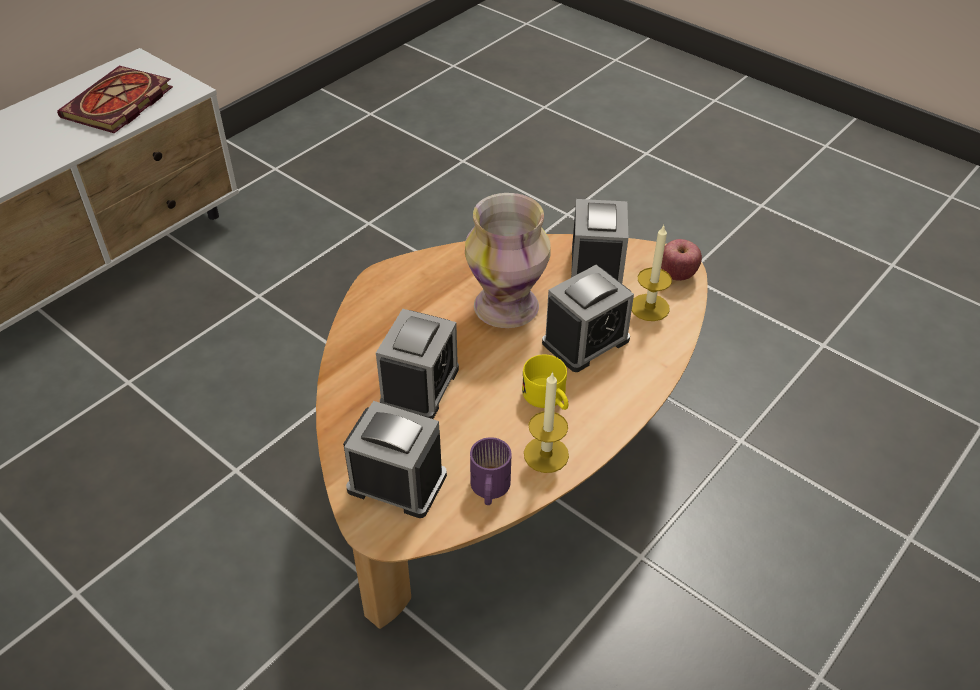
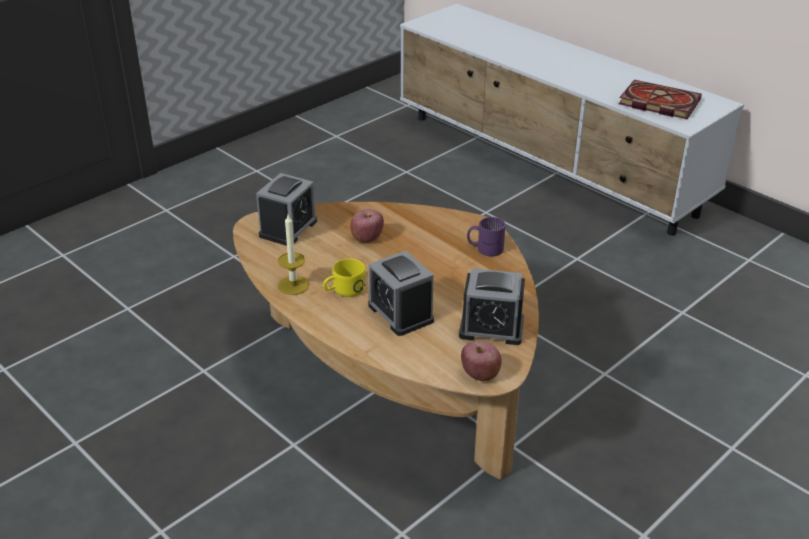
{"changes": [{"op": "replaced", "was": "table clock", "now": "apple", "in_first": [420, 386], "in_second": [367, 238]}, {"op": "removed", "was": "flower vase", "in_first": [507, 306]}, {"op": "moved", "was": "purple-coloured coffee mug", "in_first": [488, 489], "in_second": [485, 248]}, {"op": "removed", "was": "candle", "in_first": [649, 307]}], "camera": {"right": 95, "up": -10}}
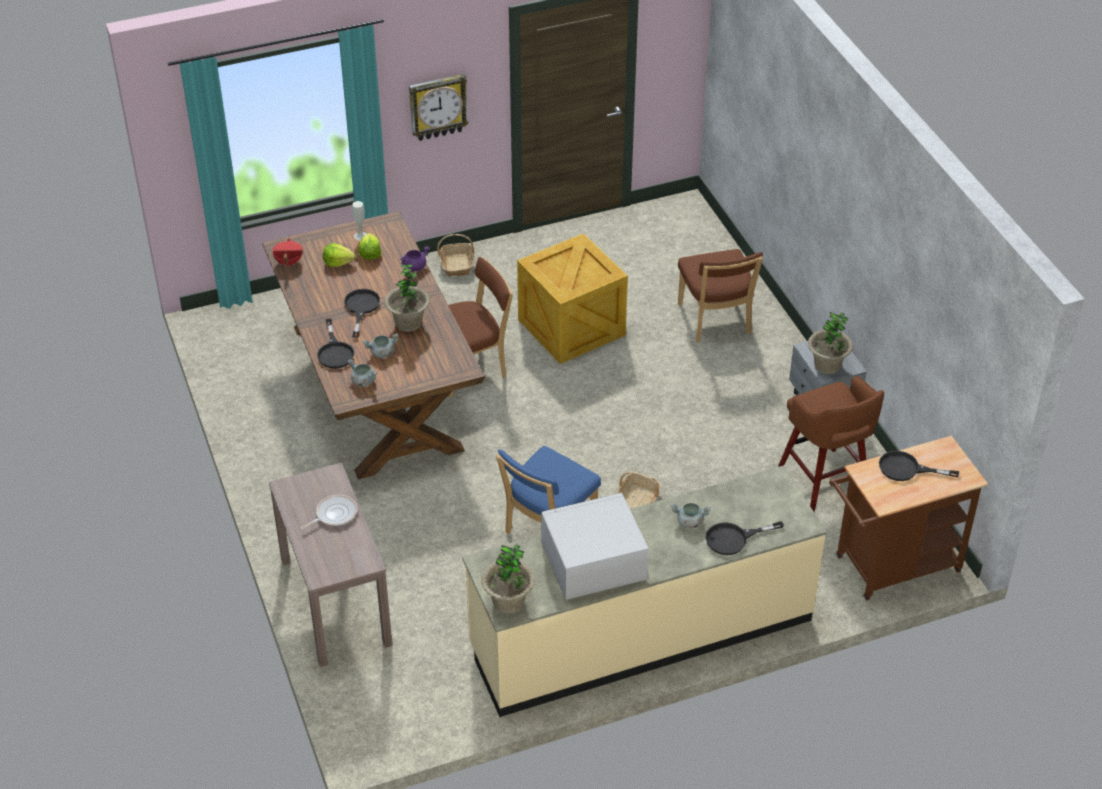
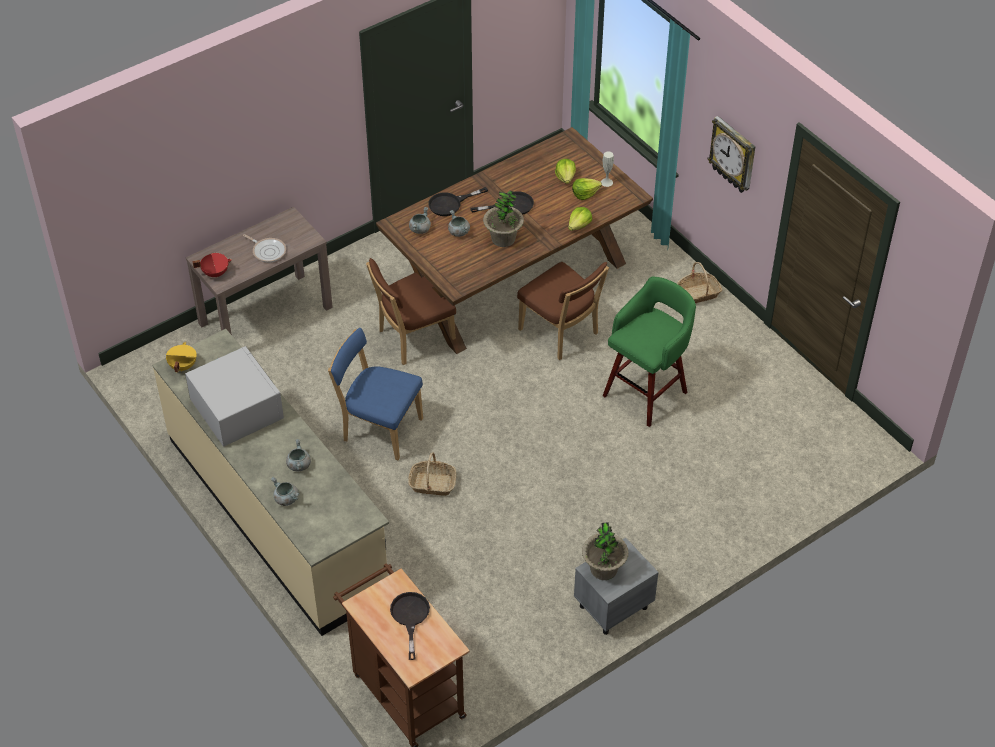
{"changes": [{"op": "moved", "was": "red-coloured cooking pot", "in_first": [288, 262], "in_second": [215, 273]}, {"op": "replaced", "was": "purple-coloured cooking pot", "now": "lettuce head", "in_first": [414, 266], "in_second": [579, 225]}, {"op": "replaced", "was": "houseplant", "now": "yellow-coloured cooking pot", "in_first": [508, 602], "in_second": [182, 366]}, {"op": "replaced", "was": "packing crate", "now": "greenish stool", "in_first": [572, 326], "in_second": [647, 392]}, {"op": "moved", "was": "brown plain chair", "in_first": [715, 321], "in_second": [413, 339]}, {"op": "replaced", "was": "blackish frying pan", "now": "gray cooking pot", "in_first": [734, 539], "in_second": [286, 499]}, {"op": "removed", "was": "brown stool", "in_first": [824, 482]}], "camera": {"right": 75, "up": 5}}
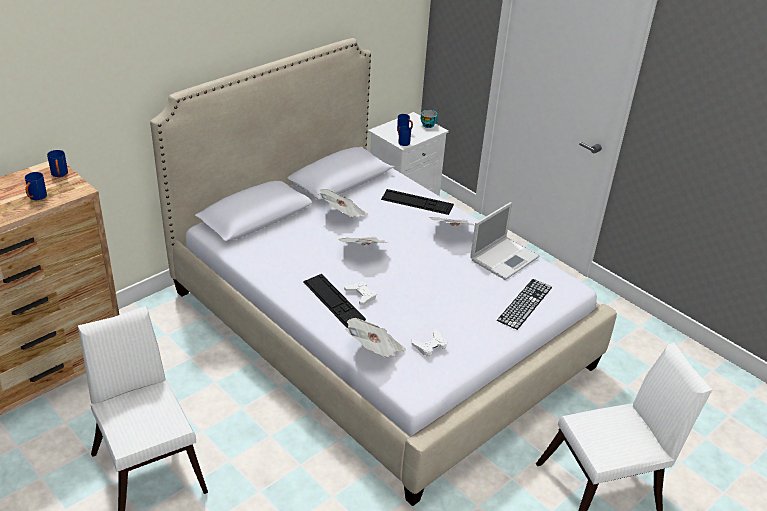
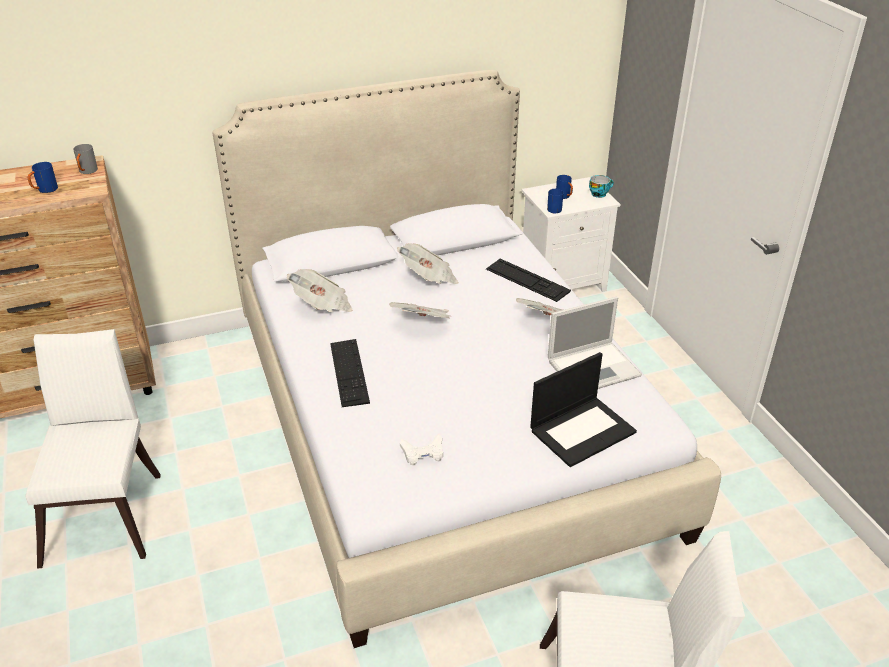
{"changes": [{"op": "recoloured", "was": "bluish coffee mug", "now": "gray coffee mug", "in_first": [59, 175], "in_second": [87, 172]}, {"op": "removed", "was": "white-coloured joypad", "in_first": [361, 295]}, {"op": "moved", "was": "printed paper", "in_first": [375, 350], "in_second": [322, 305]}, {"op": "replaced", "was": "computer keyboard", "now": "notebook computer", "in_first": [525, 303], "in_second": [582, 430]}], "camera": {"right": 25, "up": 0}}
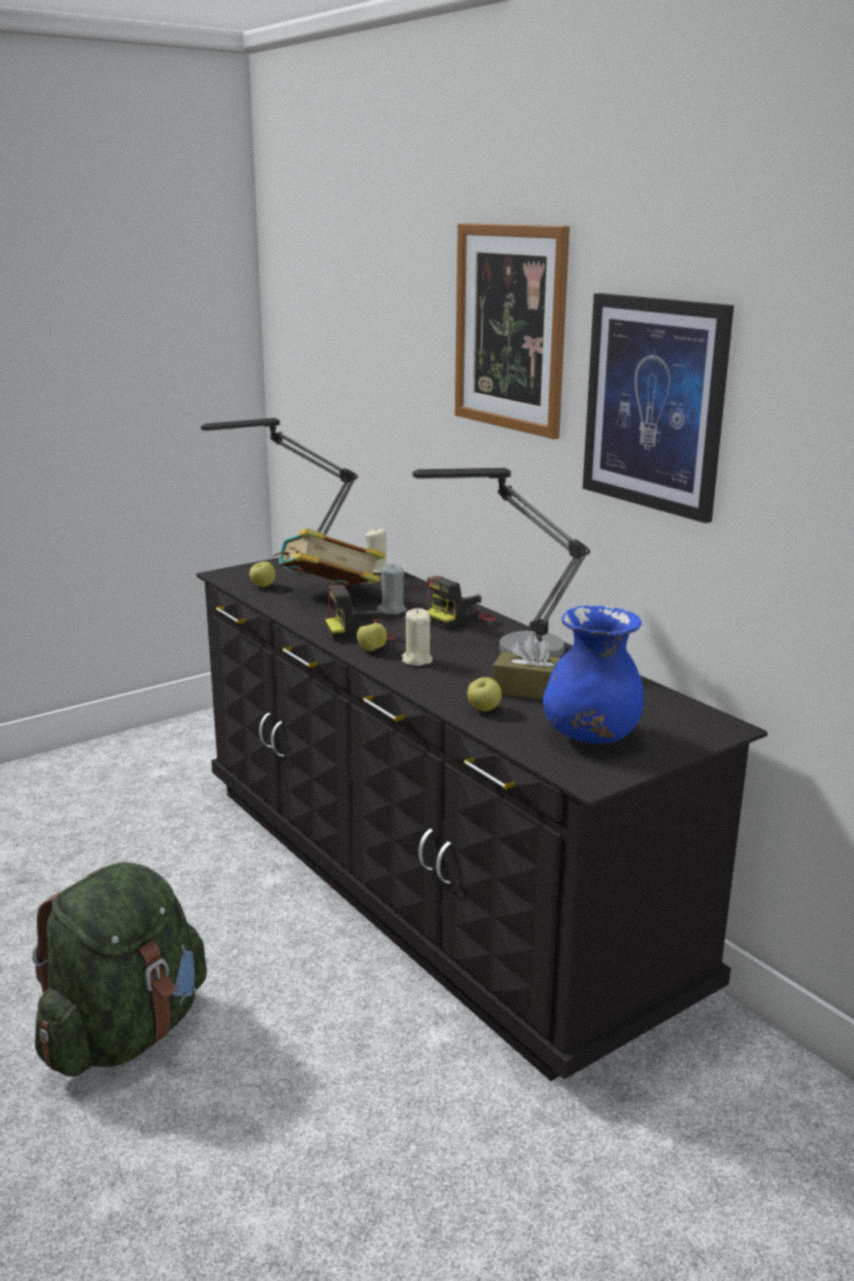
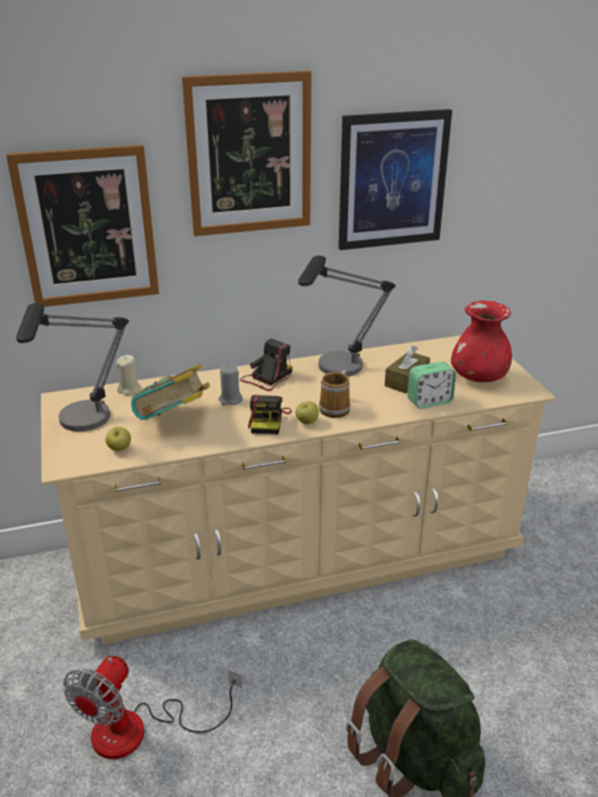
{"changes": [{"op": "recoloured", "was": "blackish drawer chest", "now": "beige drawer chest", "in_first": [429, 881], "in_second": [298, 555]}, {"op": "replaced", "was": "beige candle", "now": "coffee mug", "in_first": [416, 660], "in_second": [336, 408]}, {"op": "turned", "was": "photo camera", "in_first": [458, 618], "in_second": [267, 378], "clockwise": -120}, {"op": "replaced", "was": "apple", "now": "table clock", "in_first": [484, 709], "in_second": [429, 401]}, {"op": "recoloured", "was": "bluish flower vase", "now": "red-coloured flower vase", "in_first": [591, 737], "in_second": [478, 378]}, {"op": "added", "now": "wall picture", "in_second": [87, 227]}, {"op": "added", "now": "fan", "in_second": [139, 731]}], "camera": {"right": -70, "up": 10}}
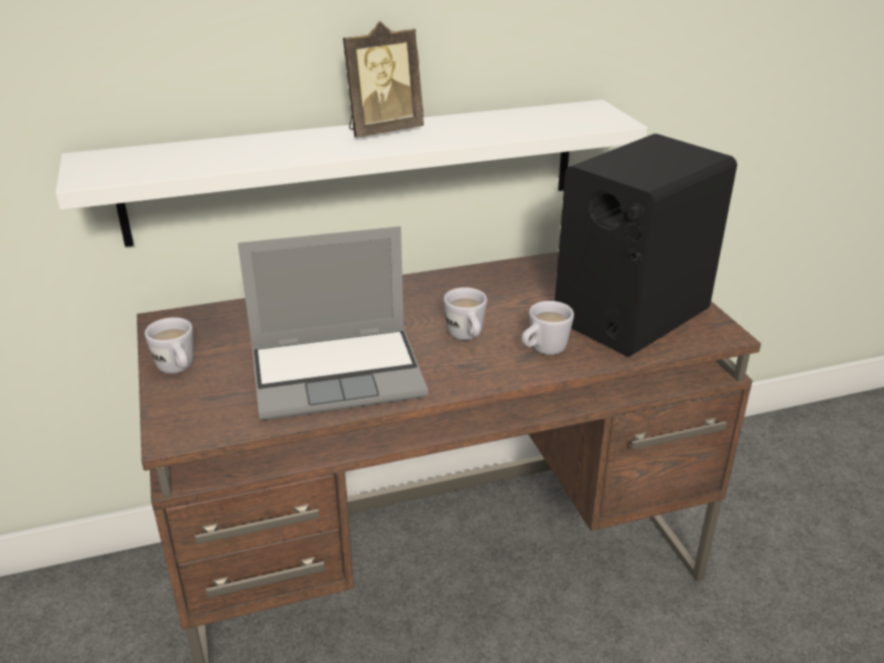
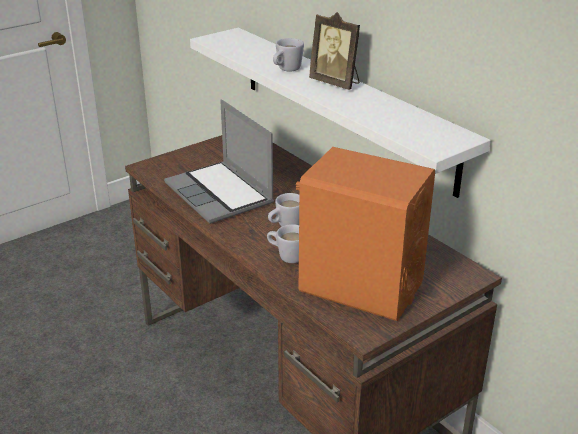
{"changes": [{"op": "moved", "was": "white-coloured coffee mug", "in_first": [178, 370], "in_second": [286, 70]}, {"op": "recoloured", "was": "blackish loudspeaker", "now": "orange loudspeaker", "in_first": [631, 316], "in_second": [360, 287]}], "camera": {"right": 70, "up": 0}}
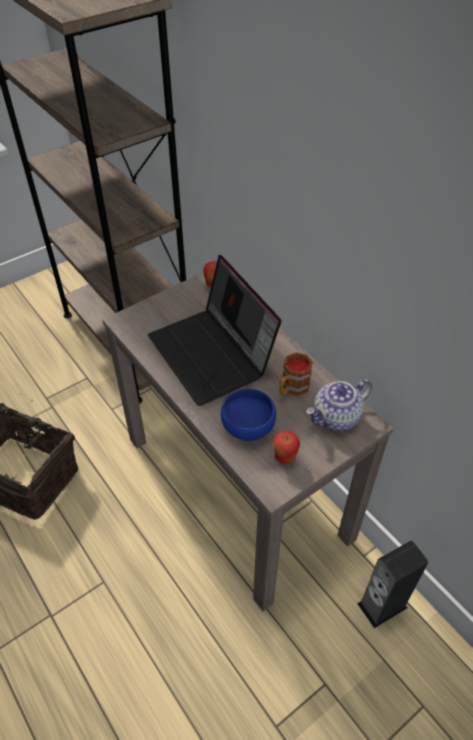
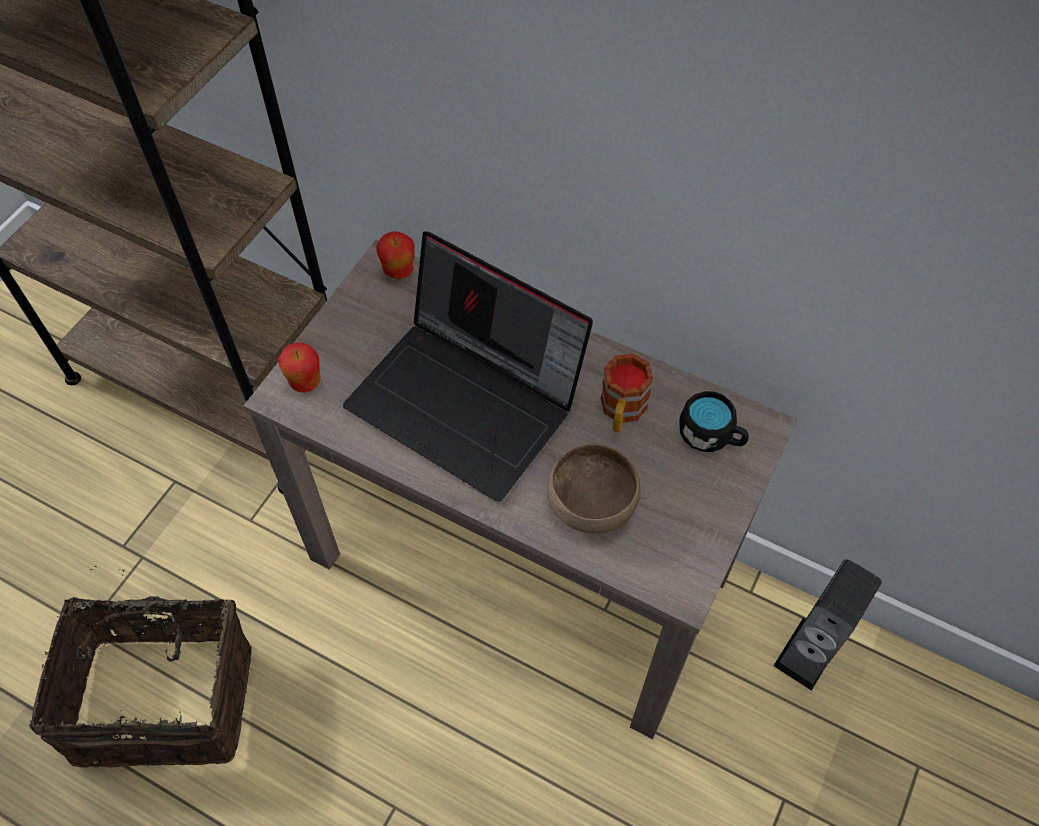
{"changes": [{"op": "recoloured", "was": "bluish serving bowl", "now": "brown serving bowl", "in_first": [247, 427], "in_second": [590, 505]}, {"op": "moved", "was": "apple", "in_first": [285, 457], "in_second": [305, 382]}, {"op": "replaced", "was": "teapot", "now": "blackish coffee mug", "in_first": [336, 418], "in_second": [711, 436]}], "camera": {"right": -25, "up": 10}}
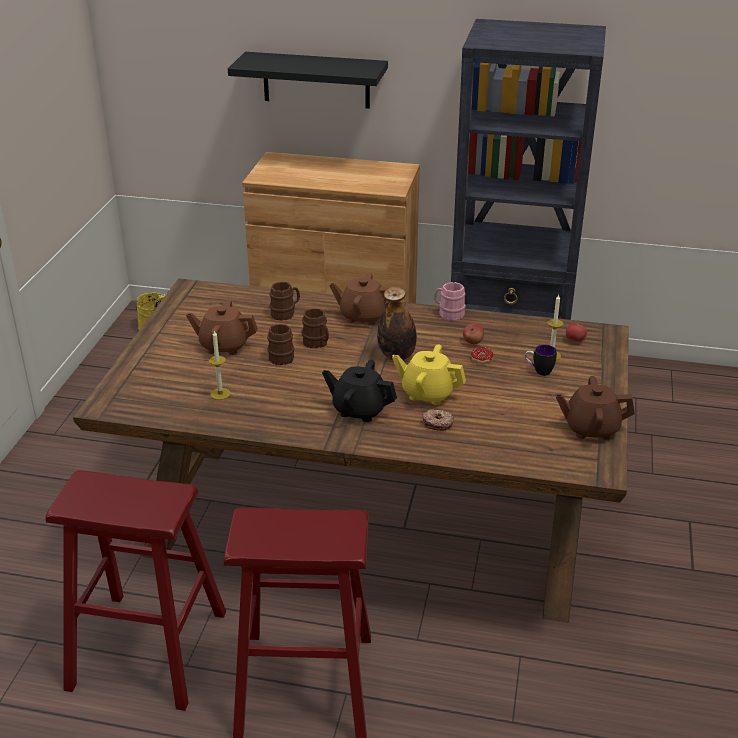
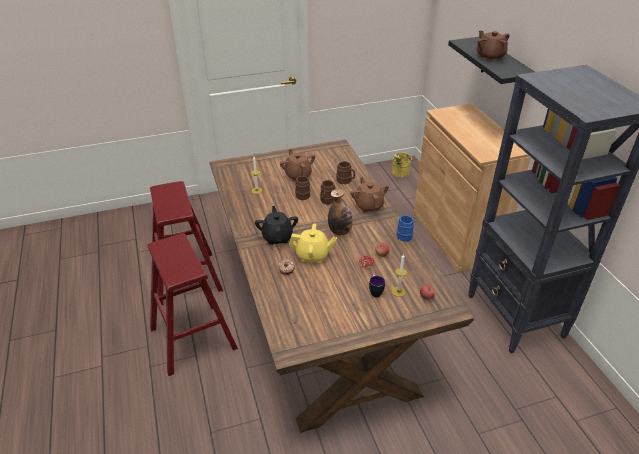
{"changes": [{"op": "turned", "was": "yellow-coloured teapot", "in_first": [427, 393], "in_second": [312, 255], "clockwise": 105}, {"op": "recoloured", "was": "pink coffee mug", "now": "bluish coffee mug", "in_first": [448, 313], "in_second": [404, 234]}, {"op": "moved", "was": "brown teapot", "in_first": [591, 428], "in_second": [490, 57]}], "camera": {"right": 60, "up": 5}}
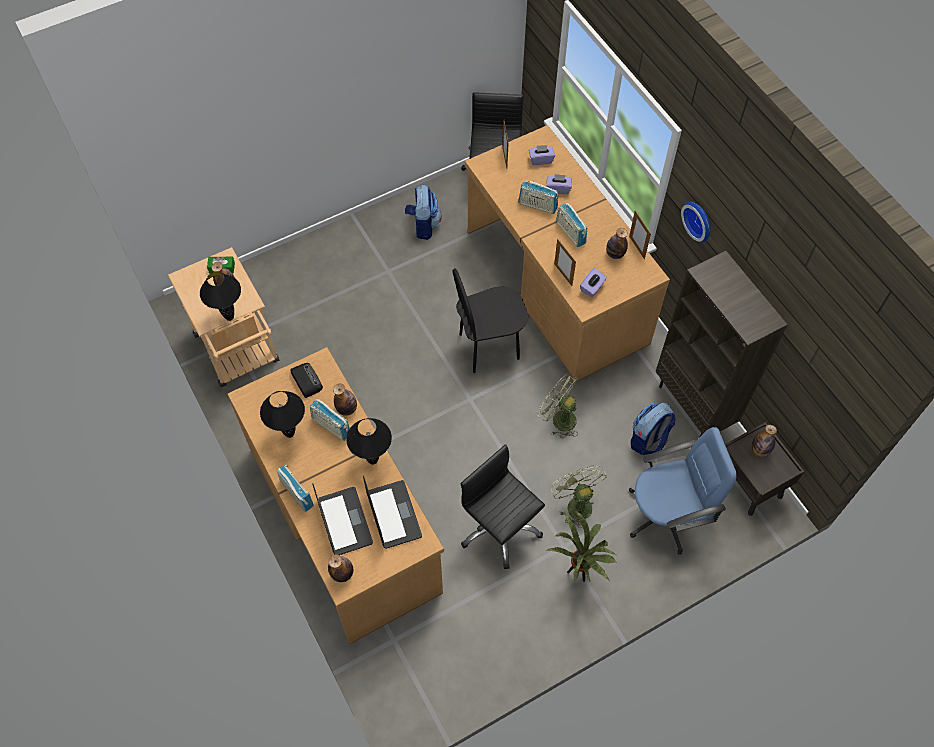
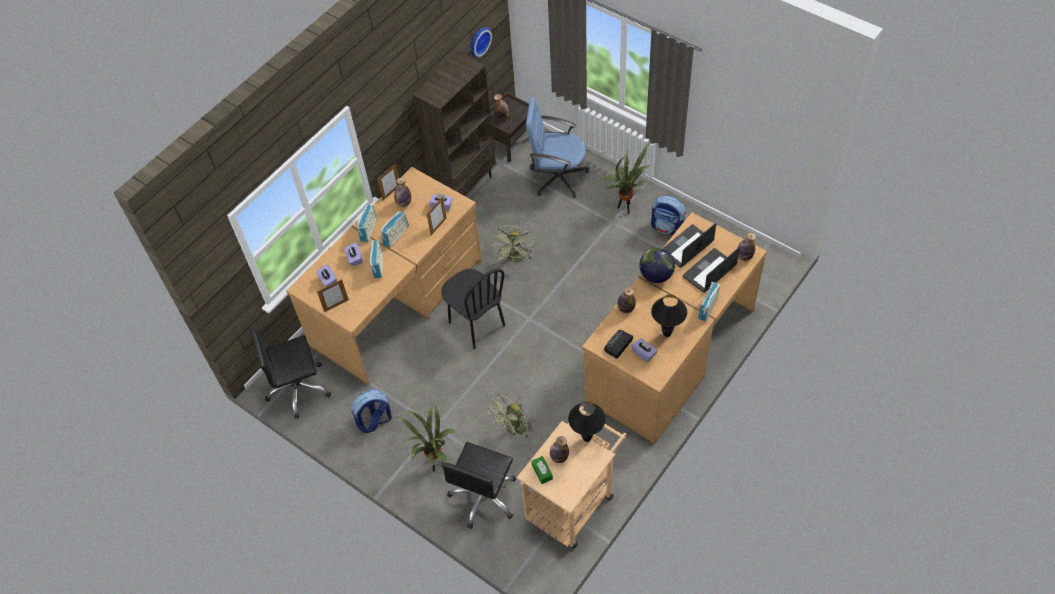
{"changes": [{"op": "moved", "was": "radio", "in_first": [331, 426], "in_second": [368, 230]}, {"op": "replaced", "was": "blackish table lamp", "now": "globe", "in_first": [372, 461], "in_second": [656, 275]}, {"op": "moved", "was": "blackish office chair", "in_first": [499, 529], "in_second": [484, 496]}, {"op": "moved", "was": "greenish fan", "in_first": [576, 503], "in_second": [513, 430]}, {"op": "turned", "was": "bluish office chair", "in_first": [666, 515], "in_second": [557, 177], "clockwise": -45}, {"op": "moved", "was": "knapsack", "in_first": [648, 439], "in_second": [667, 227]}, {"op": "moved", "was": "wall clock", "in_first": [699, 220], "in_second": [478, 41]}, {"op": "added", "now": "houseplant", "in_second": [435, 464]}, {"op": "added", "now": "purple-coloured box of tissues", "in_second": [644, 353]}], "camera": {"right": -110, "up": -5}}
